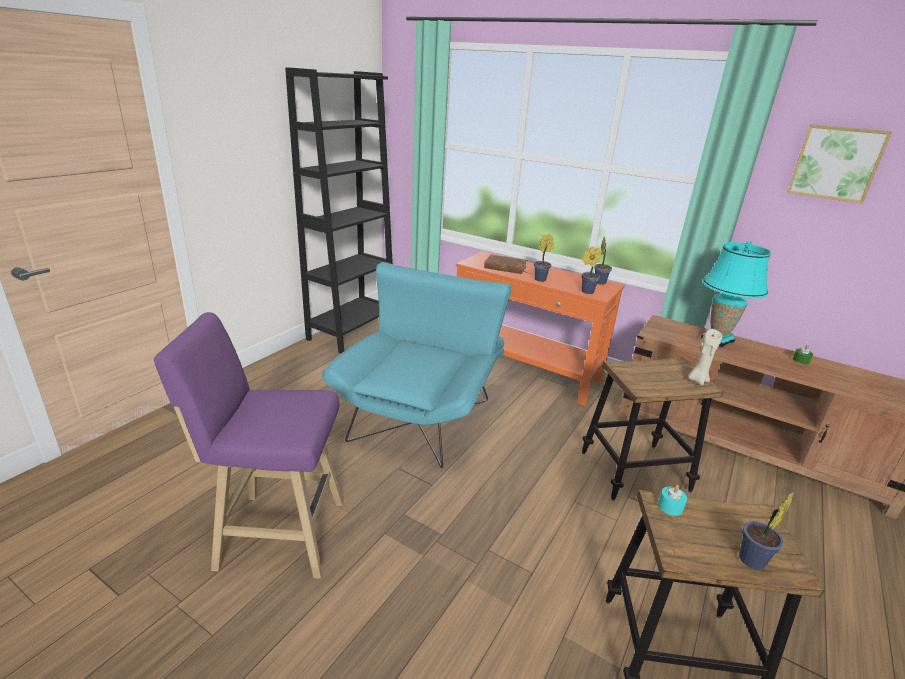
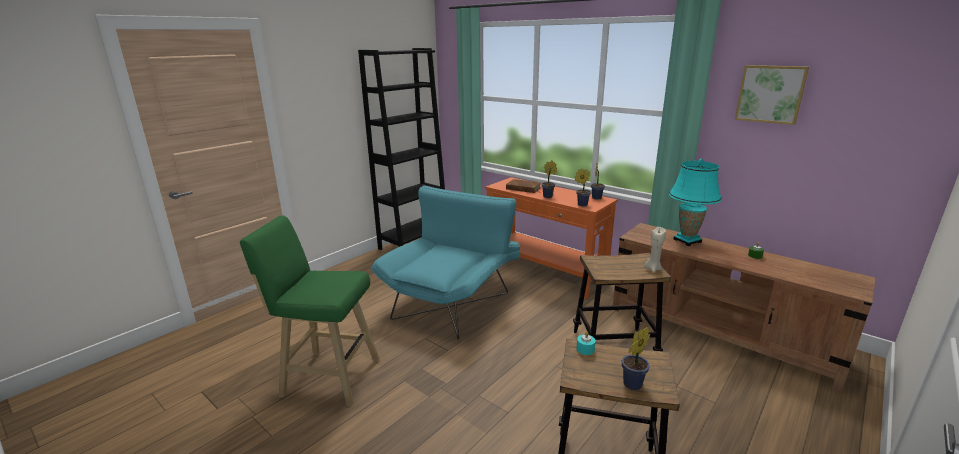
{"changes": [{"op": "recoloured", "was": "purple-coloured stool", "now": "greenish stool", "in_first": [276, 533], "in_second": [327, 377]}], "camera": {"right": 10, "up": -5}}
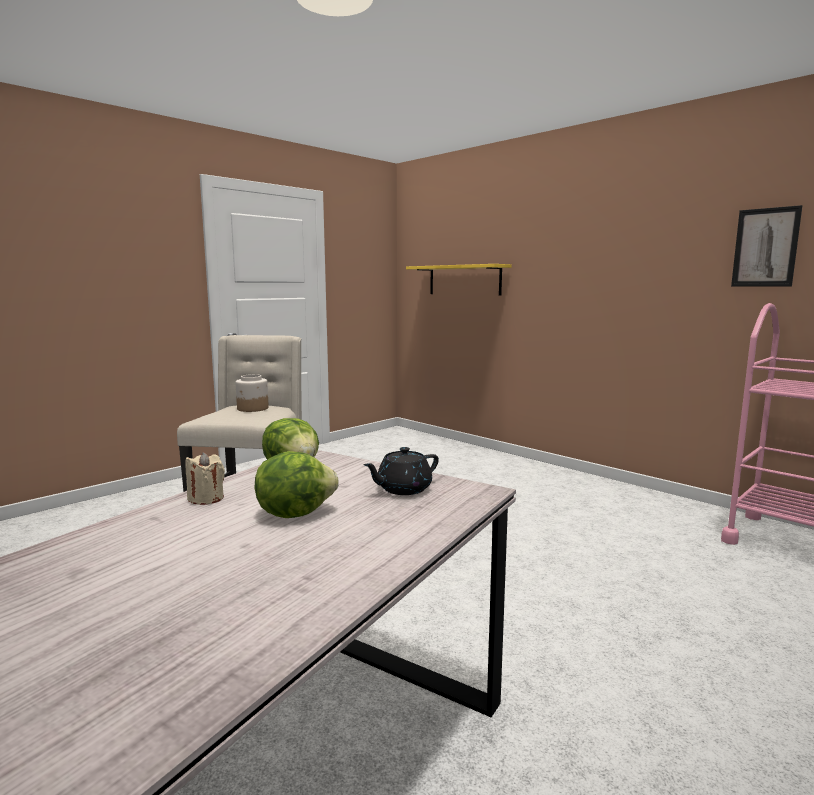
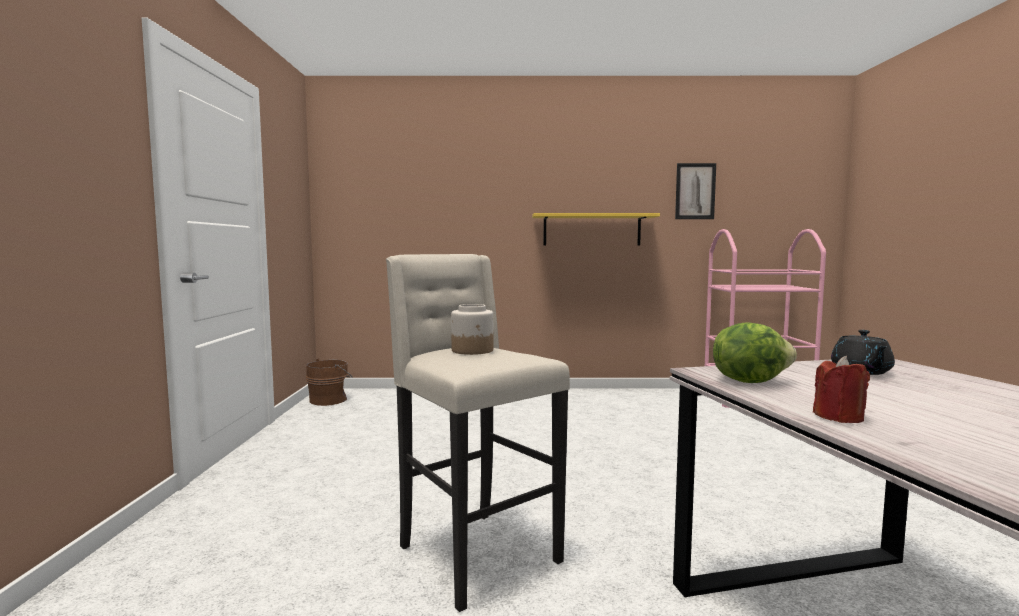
{"changes": [{"op": "recoloured", "was": "beige candle", "now": "red-coloured candle", "in_first": [206, 498], "in_second": [839, 417]}, {"op": "removed", "was": "lettuce head", "in_first": [295, 513]}, {"op": "moved", "was": "yellow-coloured bracket shelf", "in_first": [464, 280], "in_second": [592, 230]}, {"op": "added", "now": "brown water bucket", "in_second": [330, 400]}], "camera": {"right": -45, "up": -5}}
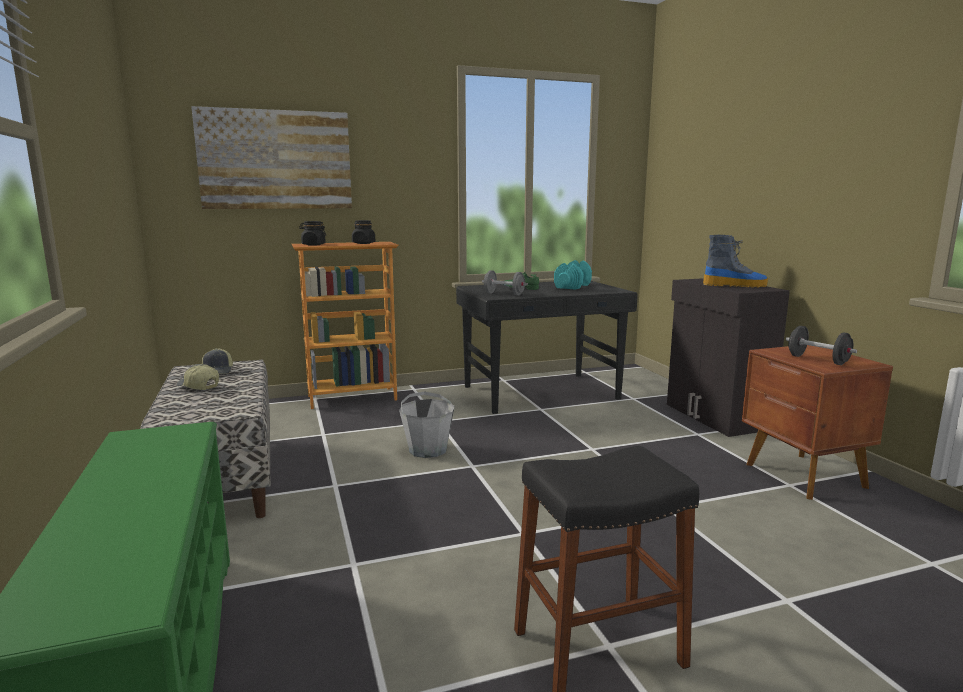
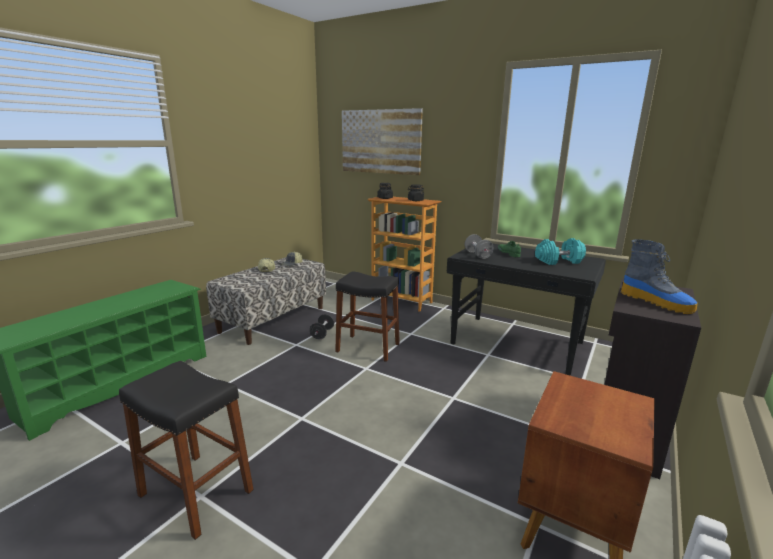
{"changes": [{"op": "replaced", "was": "gray water bucket", "now": "blackish stool", "in_first": [428, 450], "in_second": [368, 348]}, {"op": "moved", "was": "blackish free weight", "in_first": [818, 360], "in_second": [322, 334]}], "camera": {"right": 50, "up": 5}}
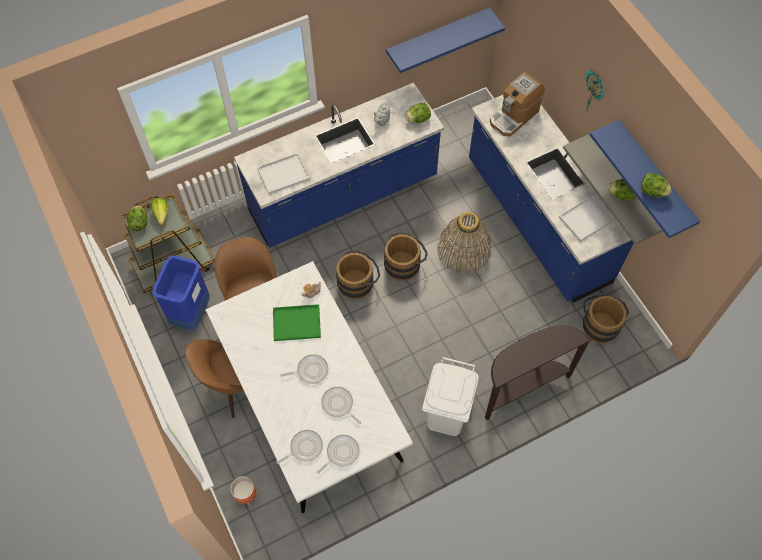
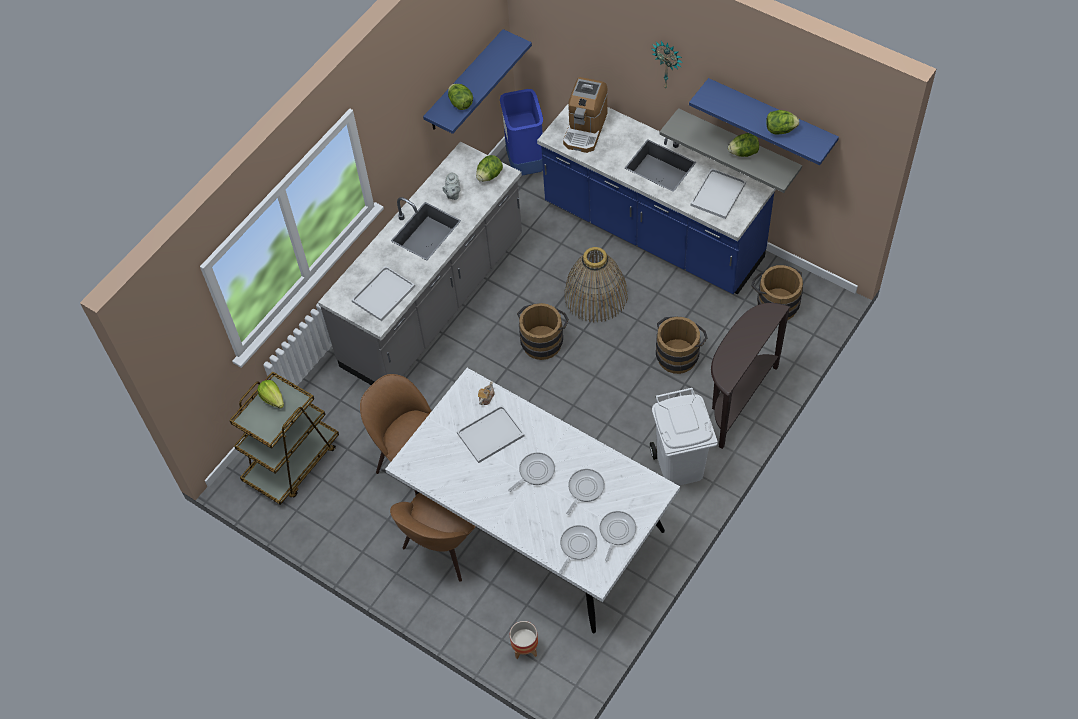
{"changes": [{"op": "moved", "was": "lettuce head", "in_first": [139, 223], "in_second": [460, 103]}, {"op": "moved", "was": "bluish waste bin", "in_first": [191, 313], "in_second": [525, 164]}, {"op": "recoloured", "was": "bluish counter", "now": "gray counter", "in_first": [344, 196], "in_second": [434, 302]}, {"op": "recoloured", "was": "greenish carrying tray", "now": "white-coloured carrying tray", "in_first": [295, 323], "in_second": [490, 435]}, {"op": "turned", "was": "frying pan", "in_first": [339, 404], "in_second": [584, 489], "clockwise": 105}, {"op": "moved", "was": "brown water bucket", "in_first": [358, 282], "in_second": [679, 353]}], "camera": {"right": -25, "up": -5}}
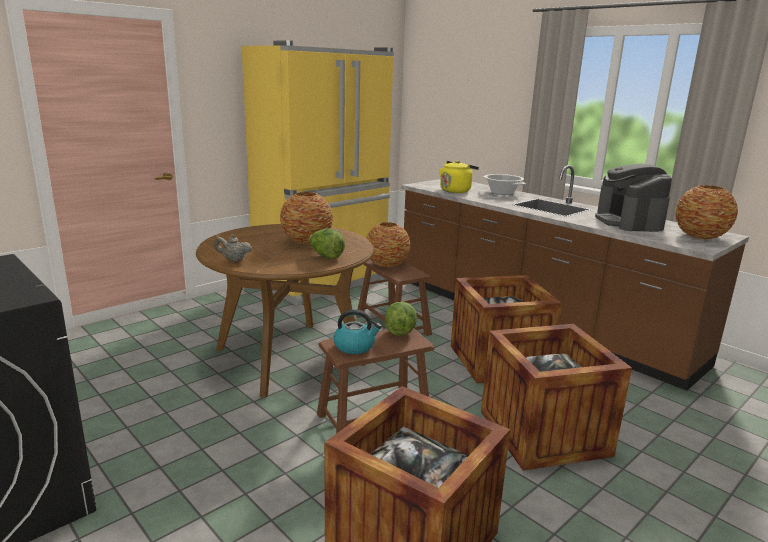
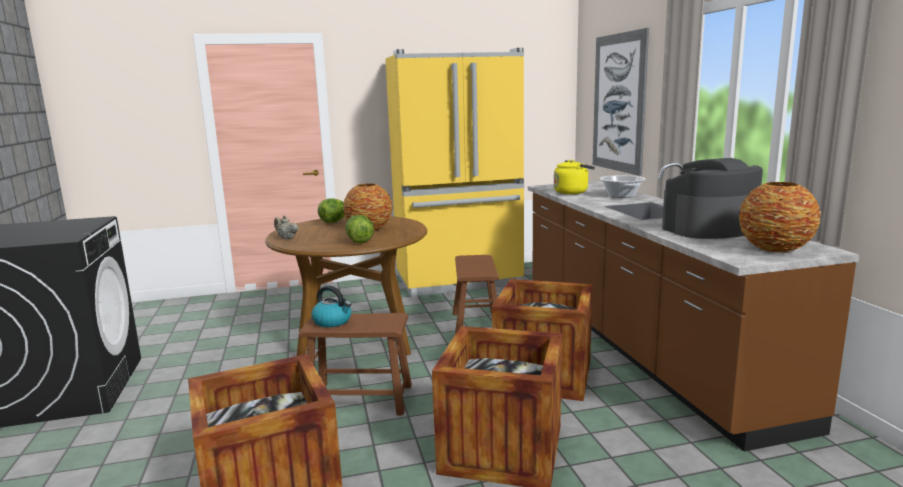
{"changes": [{"op": "removed", "was": "flower vase", "in_first": [387, 265]}, {"op": "moved", "was": "lettuce head", "in_first": [400, 331], "in_second": [335, 221]}, {"op": "turned", "was": "coffee machine", "in_first": [629, 222], "in_second": [709, 229], "clockwise": 45}, {"op": "added", "now": "wall picture", "in_second": [619, 103]}], "camera": {"right": 30, "up": -5}}
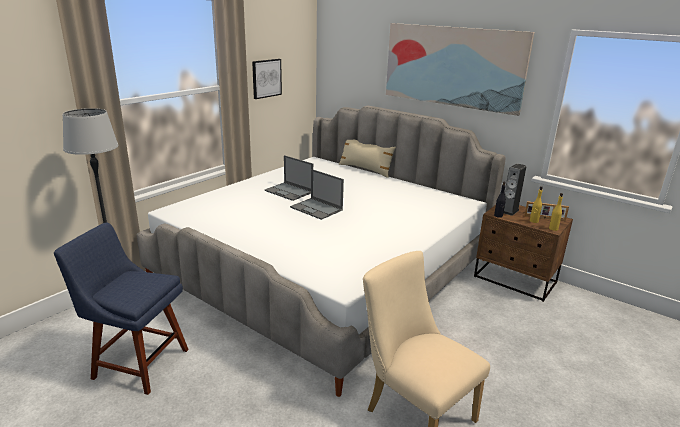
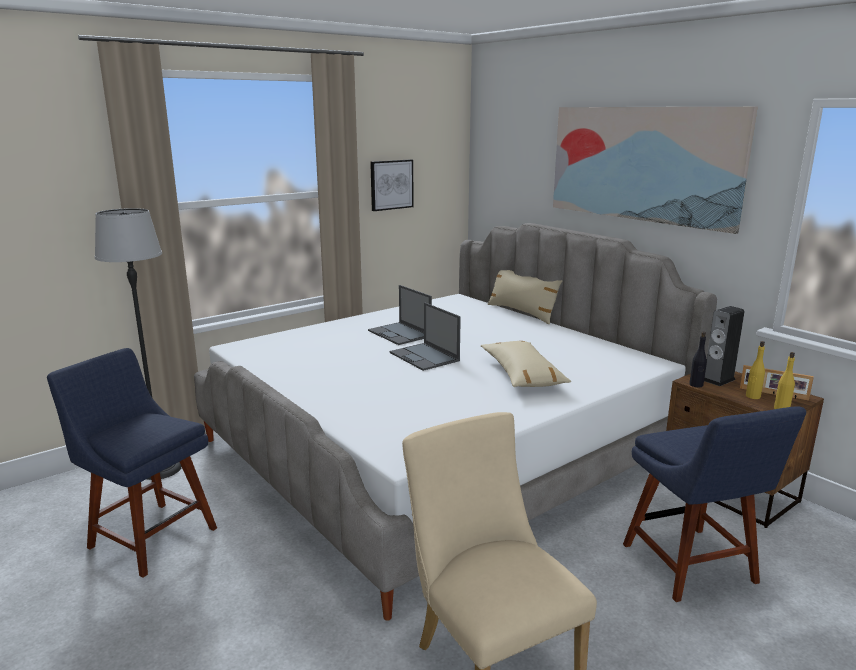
{"changes": [{"op": "added", "now": "beige throw pillow", "in_second": [522, 374]}, {"op": "added", "now": "bluish plain chair", "in_second": [692, 567]}], "camera": {"right": 15, "up": -5}}
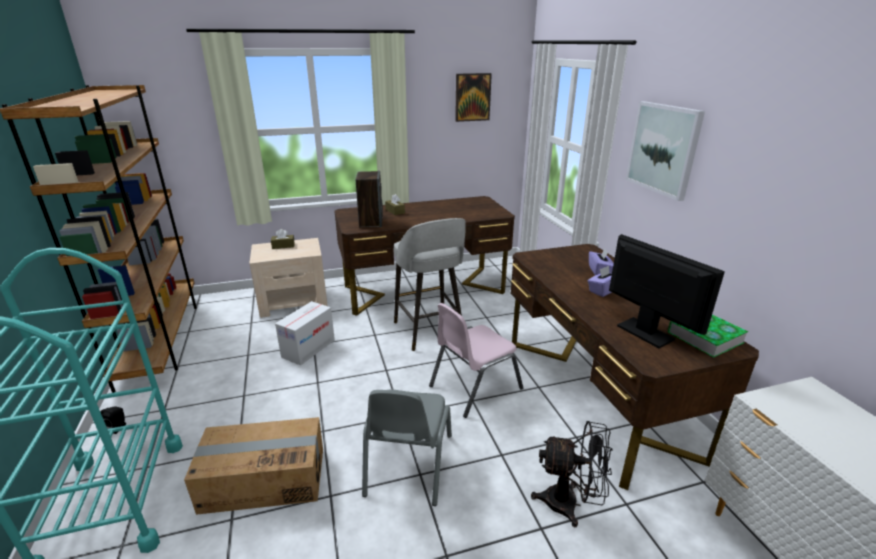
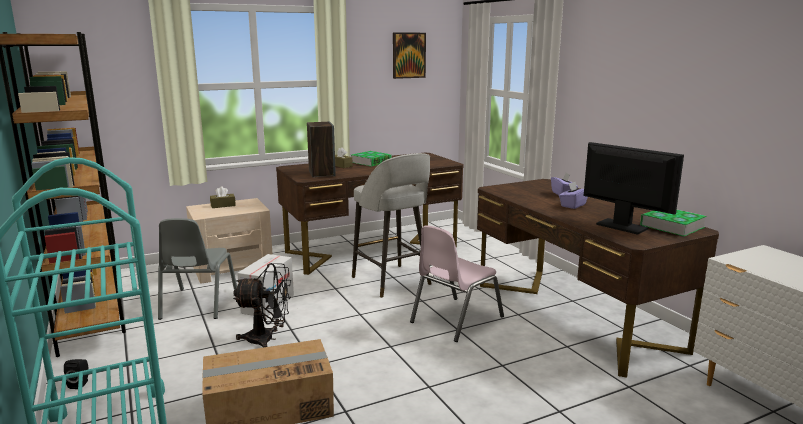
{"changes": [{"op": "moved", "was": "gray plain chair", "in_first": [408, 464], "in_second": [198, 303]}, {"op": "moved", "was": "blackish fan", "in_first": [570, 504], "in_second": [267, 339]}, {"op": "removed", "was": "wall picture", "in_first": [663, 149]}, {"op": "added", "now": "bound book", "in_second": [371, 162]}], "camera": {"right": -10, "up": -10}}
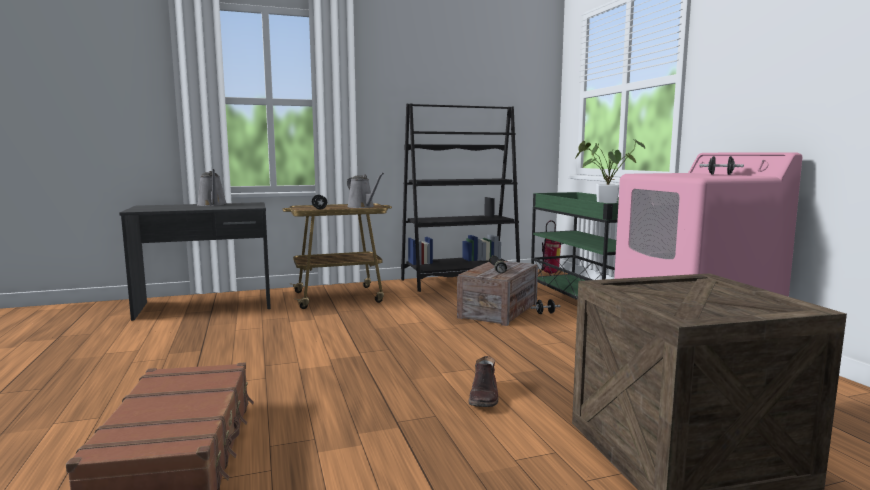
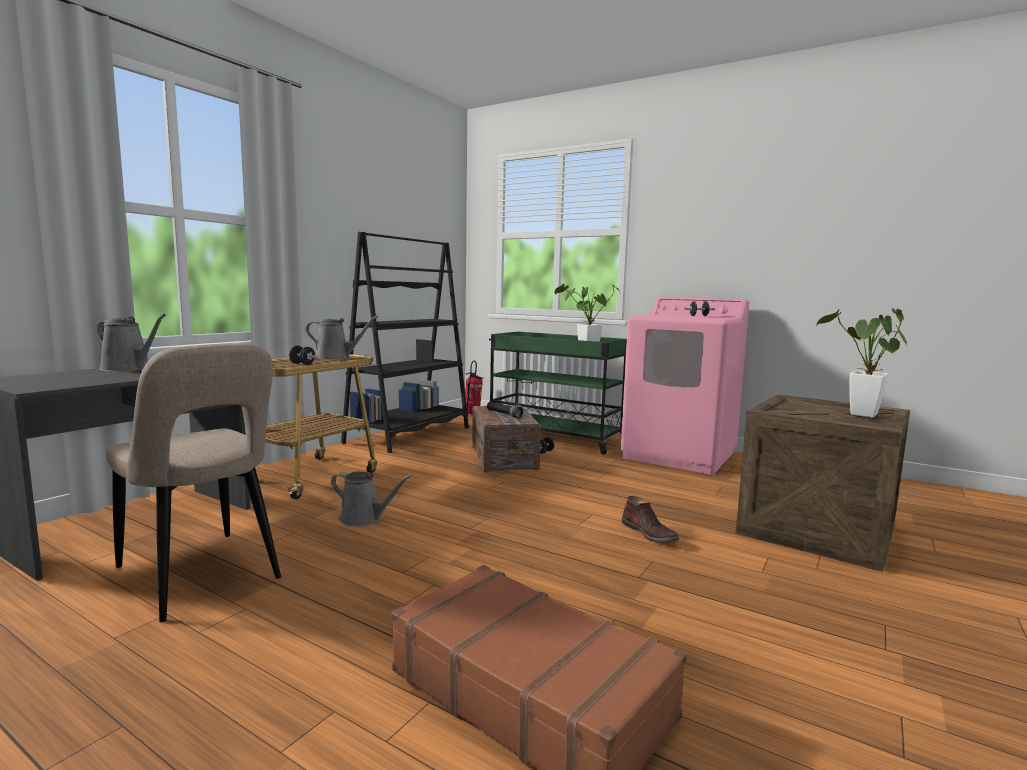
{"changes": [{"op": "added", "now": "beige plain chair", "in_second": [201, 577]}, {"op": "added", "now": "gray sprinkling can", "in_second": [364, 519]}, {"op": "added", "now": "houseplant", "in_second": [862, 415]}], "camera": {"right": -40, "up": 0}}
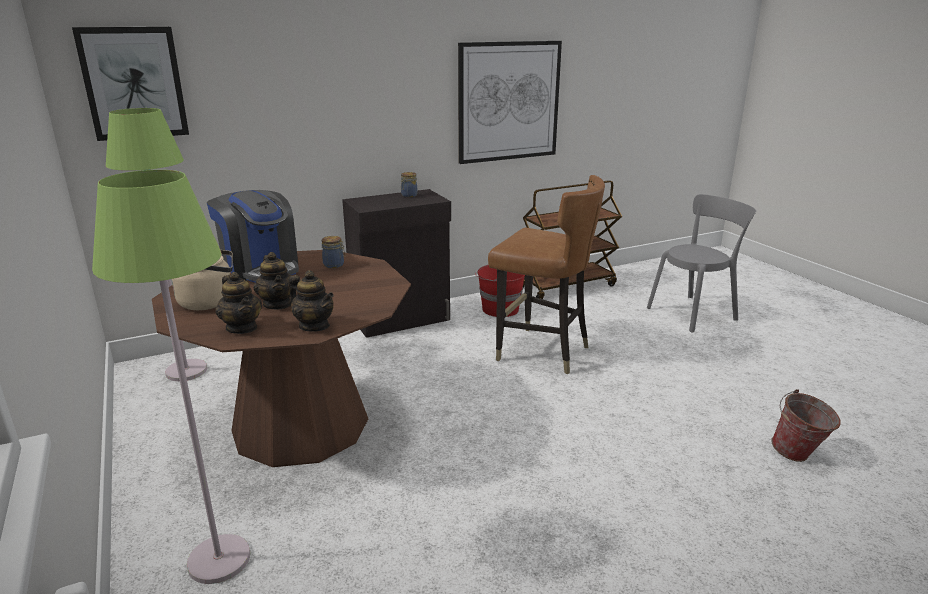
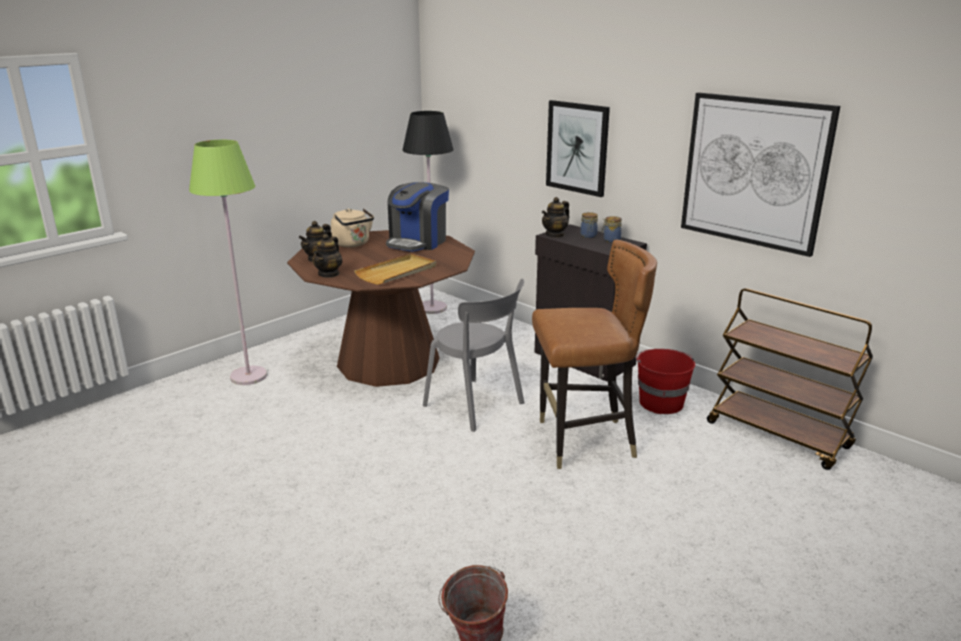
{"changes": [{"op": "moved", "was": "wall picture", "in_first": [133, 83], "in_second": [577, 148]}, {"op": "recoloured", "was": "greenish floor lamp", "now": "blackish floor lamp", "in_first": [187, 371], "in_second": [432, 308]}, {"op": "moved", "was": "teapot", "in_first": [278, 304], "in_second": [555, 235]}, {"op": "moved", "was": "storage jar", "in_first": [334, 265], "in_second": [588, 236]}, {"op": "turned", "was": "brown plain chair", "in_first": [541, 351], "in_second": [584, 442], "clockwise": -105}, {"op": "moved", "was": "gray plain chair", "in_first": [694, 313], "in_second": [477, 406]}, {"op": "added", "now": "beige carrying tray", "in_second": [397, 272]}], "camera": {"right": 70, "up": 0}}
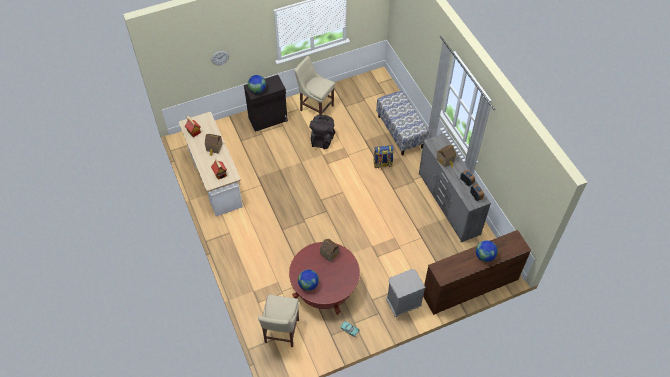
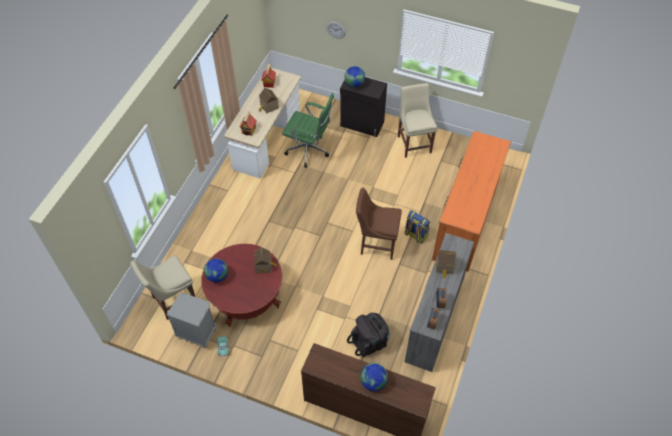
{"changes": [{"op": "moved", "was": "blackish knapsack", "in_first": [322, 139], "in_second": [370, 342]}, {"op": "replaced", "was": "bench", "now": "orange drawer chest", "in_first": [400, 132], "in_second": [466, 220]}, {"op": "moved", "was": "gray nightstand", "in_first": [402, 304], "in_second": [197, 333]}, {"op": "added", "now": "greenish office chair", "in_second": [309, 151]}, {"op": "added", "now": "brown plain chair", "in_second": [376, 244]}], "camera": {"right": 45, "up": 0}}
